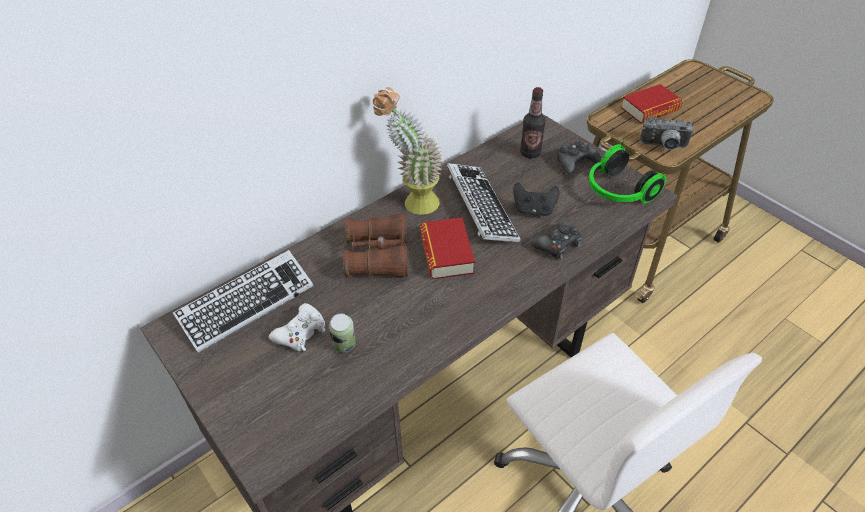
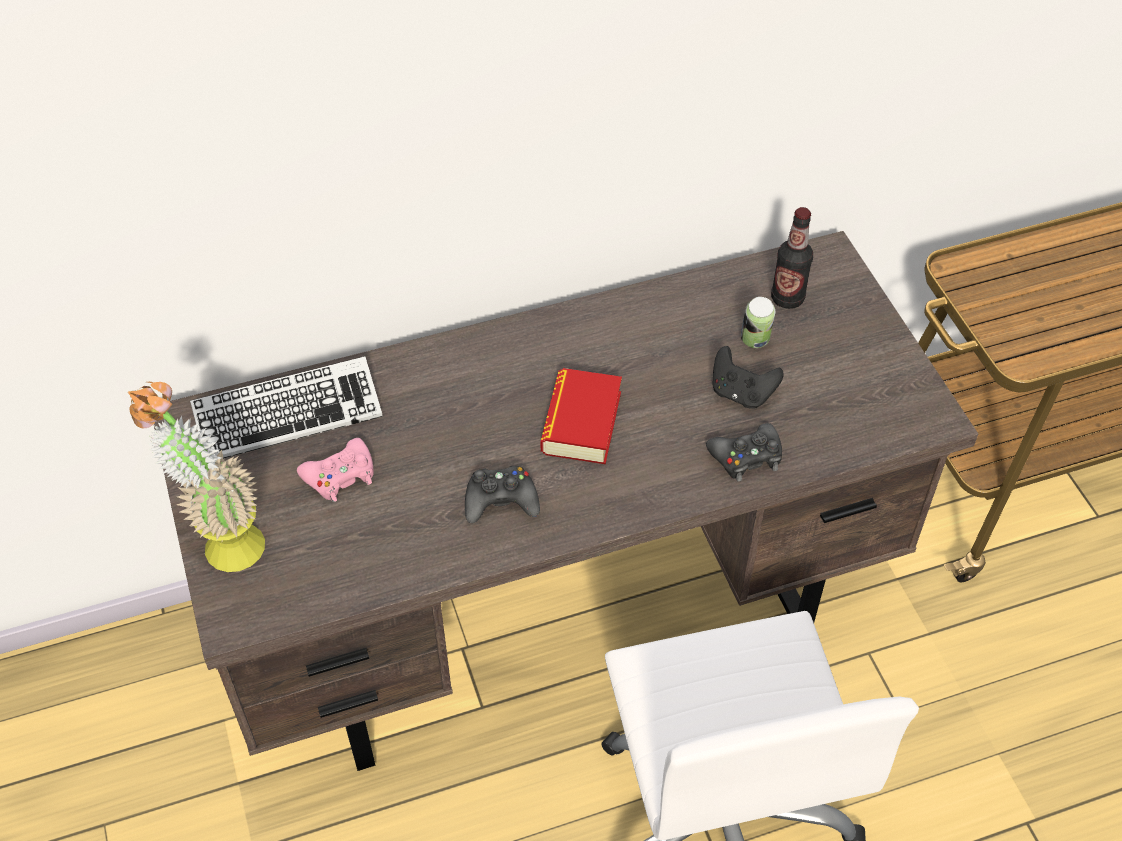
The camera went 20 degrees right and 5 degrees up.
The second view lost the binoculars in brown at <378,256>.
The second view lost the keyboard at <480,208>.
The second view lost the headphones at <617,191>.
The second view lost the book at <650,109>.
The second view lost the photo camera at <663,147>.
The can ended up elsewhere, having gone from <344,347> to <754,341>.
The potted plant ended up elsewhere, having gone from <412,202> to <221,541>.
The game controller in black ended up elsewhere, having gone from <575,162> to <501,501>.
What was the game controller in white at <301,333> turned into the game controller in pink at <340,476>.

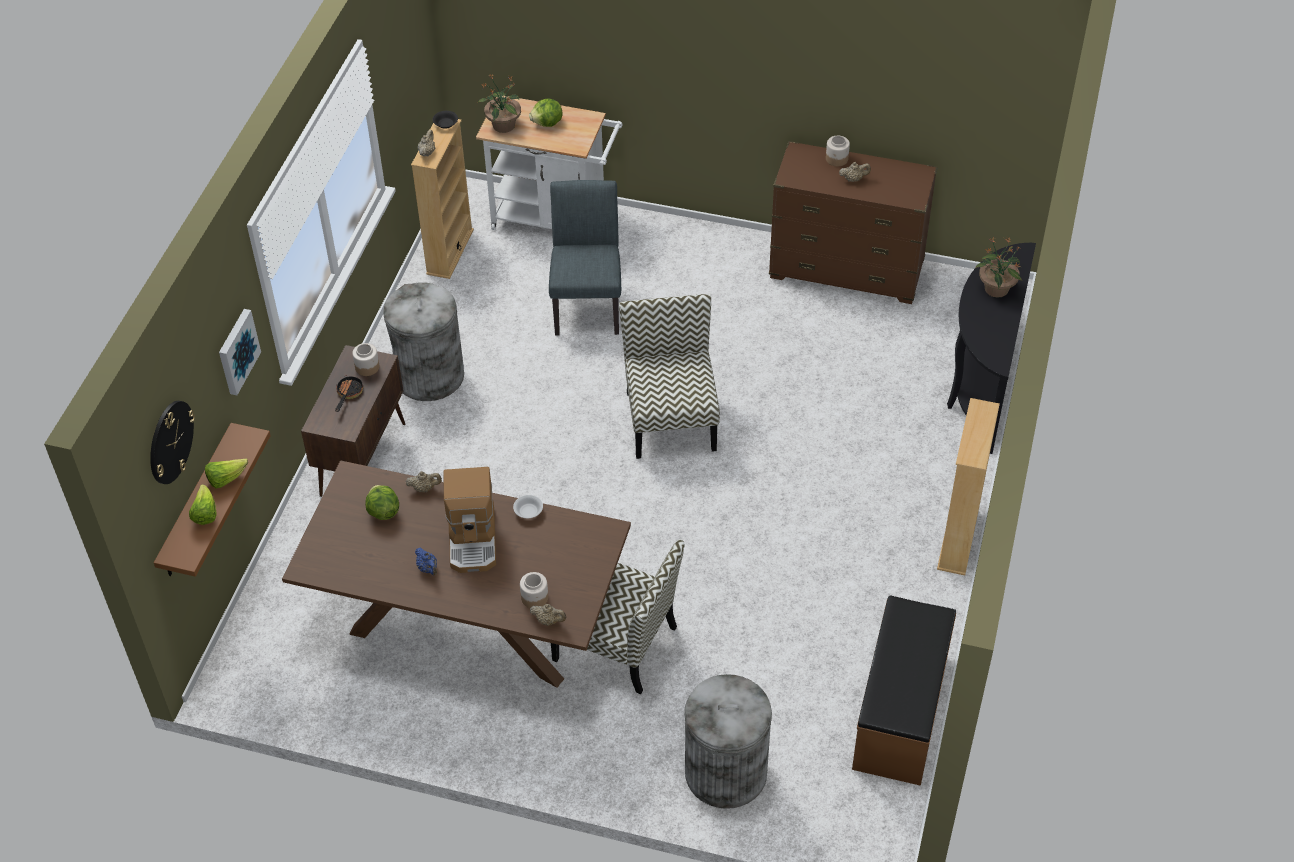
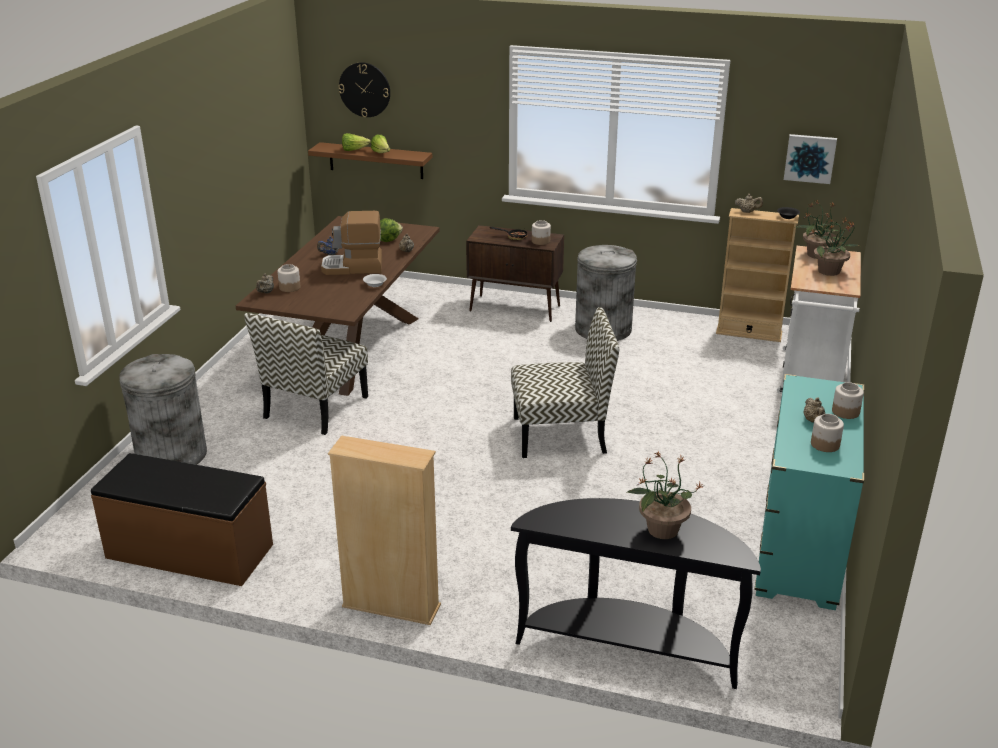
The camera went 90 degrees right and 20 degrees down.
The second view lost the chair in grey at <587,303>.
The second view gained the jar at <824,444>.
The picture ended up elsewhere, having gone from <237,351> to <810,158>.
Where the lettuce stood at <547,123>, the potted plant came to stand at <830,271>.
What was the dresser in brown at <846,270> turned into the dresser in turquoise at <799,550>.

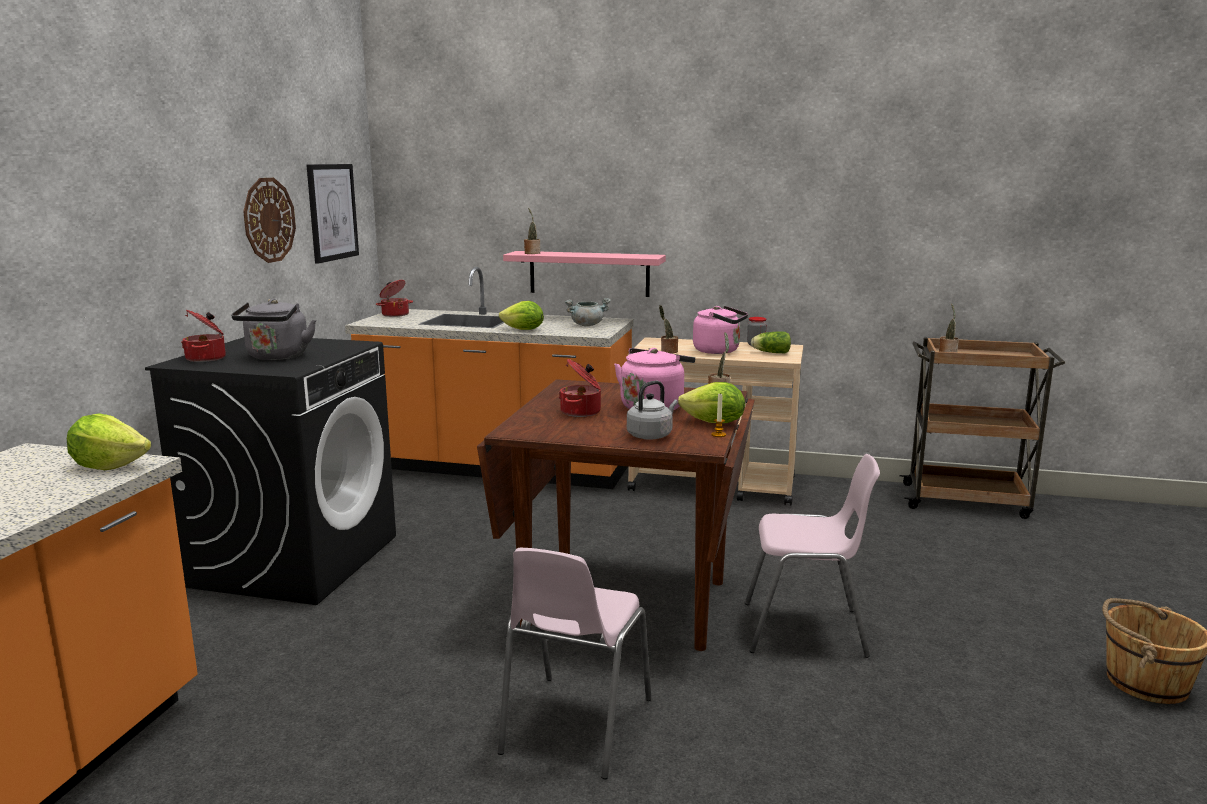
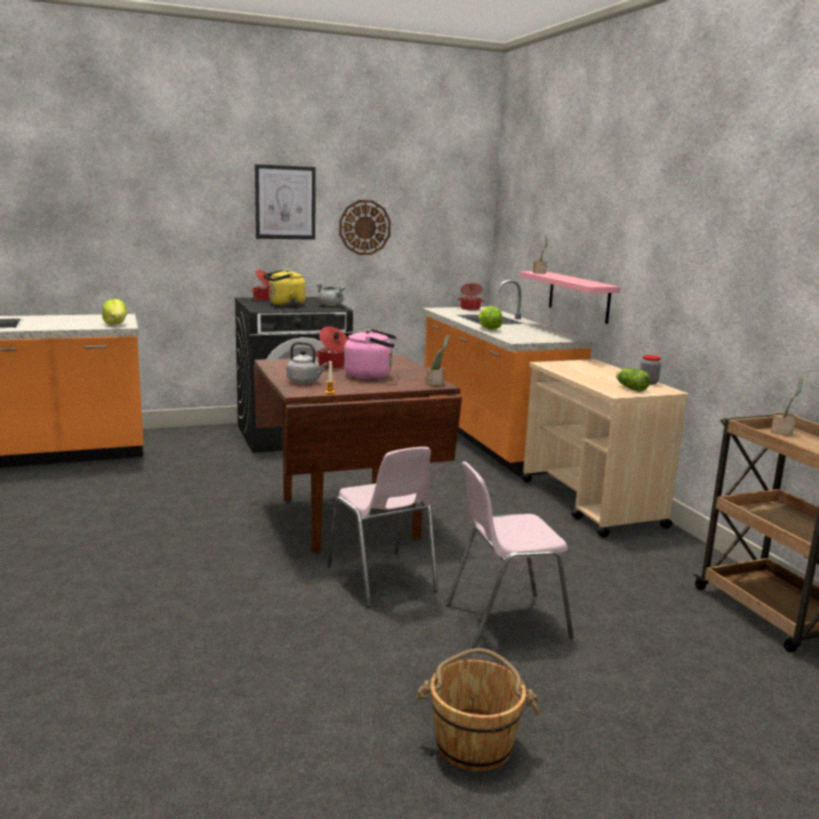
The camera went 55 degrees right and 0 degrees up.
The second view lost the potted plant at <668,351>.
The second view lost the lettuce at <714,423>.
The second view lost the kettle in pink at <719,351>.
The picture ended up elsewhere, having gone from <332,212> to <285,202>.
The chair in pink ended up elsewhere, having gone from <574,726> to <505,620>.
The cooking pot in grey ended up elsewhere, having gone from <587,325> to <331,305>.
What was the kettle in grey at <277,357> turned into the kettle in yellow at <284,304>.

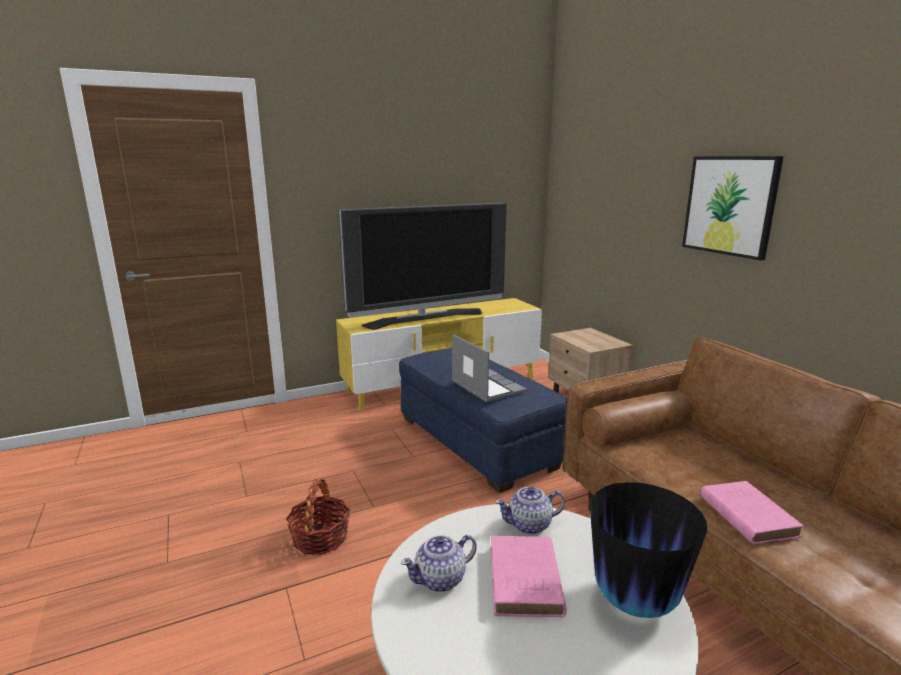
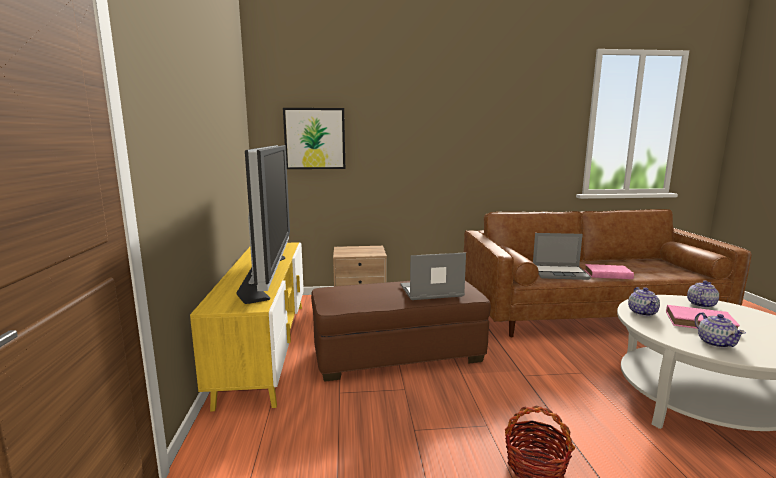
The camera went 70 degrees left and 5 degrees down.
The second view gained the laptop at <560,273>.
The picture ended up elsewhere, having gone from <730,205> to <315,138>.
Where the vase stood at <635,602>, the teapot came to stand at <700,304>.
What was the ottoman in blue at <475,442> turned into the ottoman in brown at <398,355>.

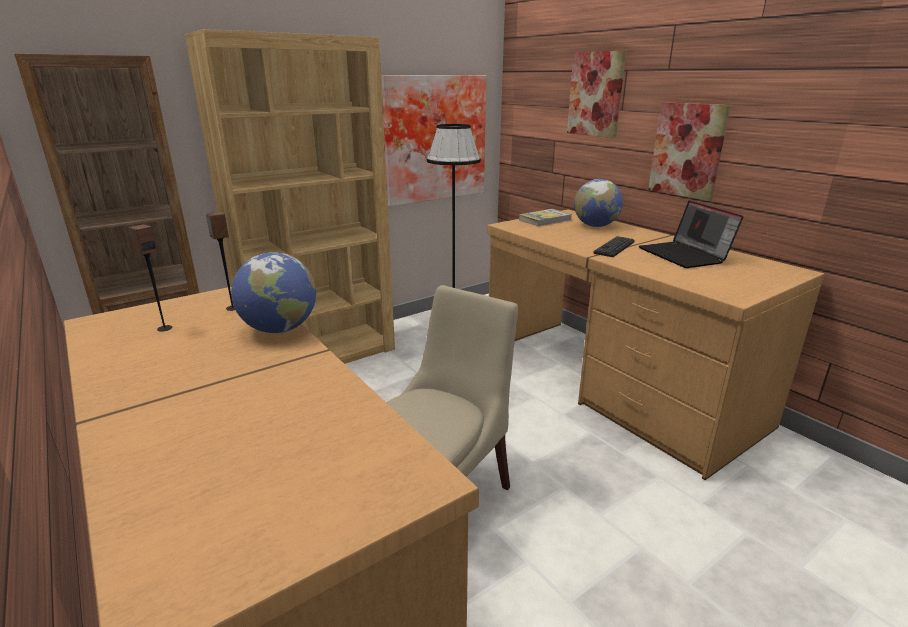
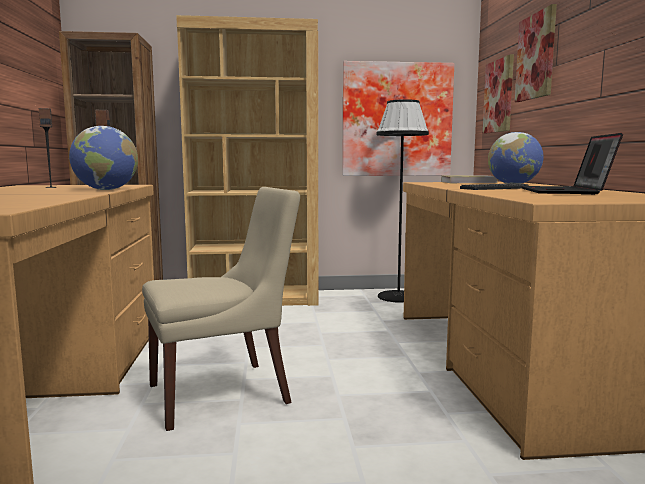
The camera went 30 degrees right and 15 degrees down.
The picture ended up elsewhere, having gone from <687,150> to <499,96>.

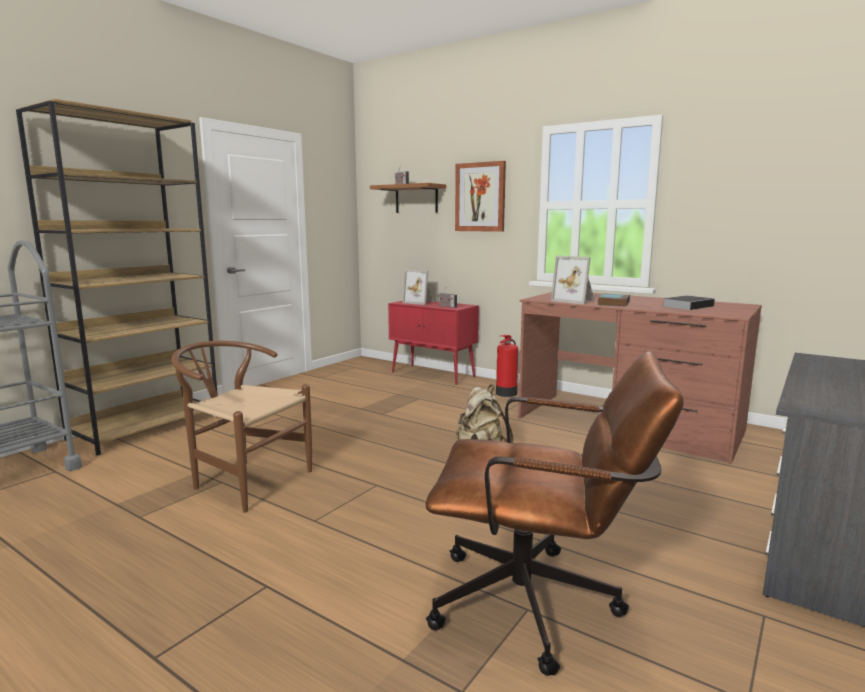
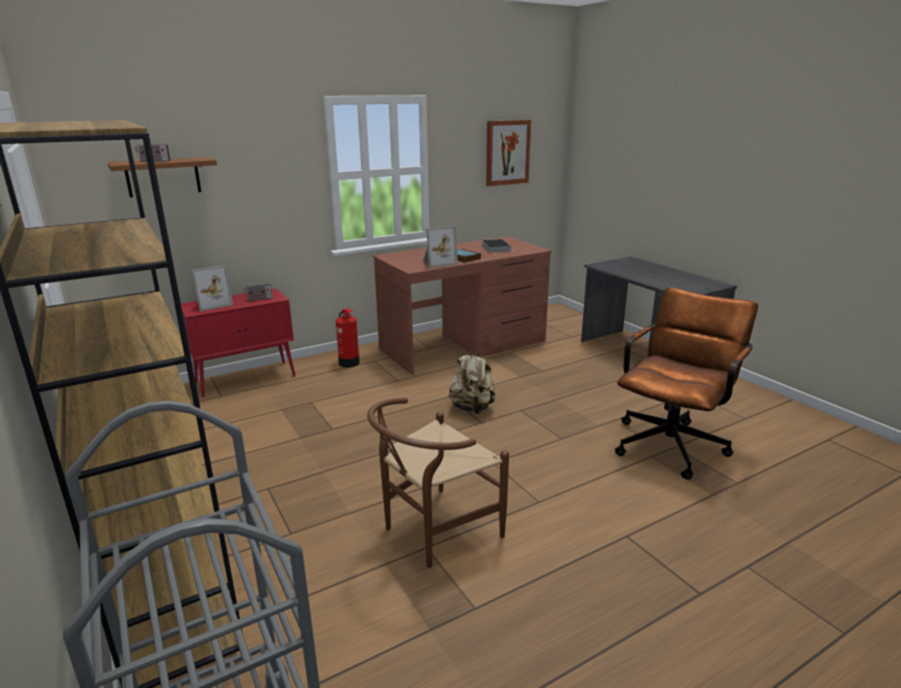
The camera went 65 degrees left and 10 degrees up.
The picture ended up elsewhere, having gone from <480,197> to <507,152>.

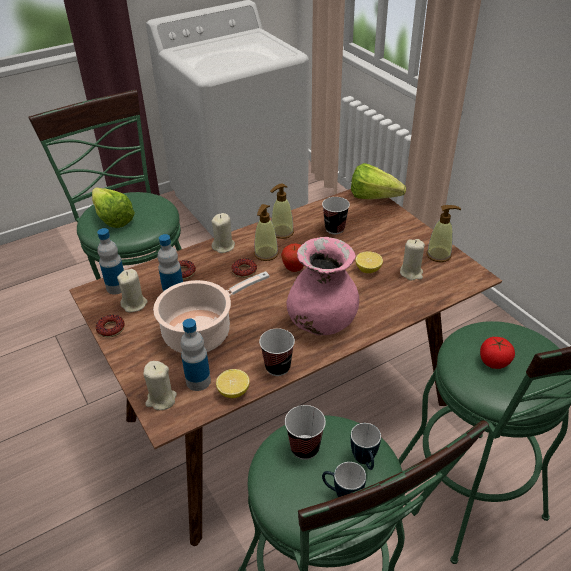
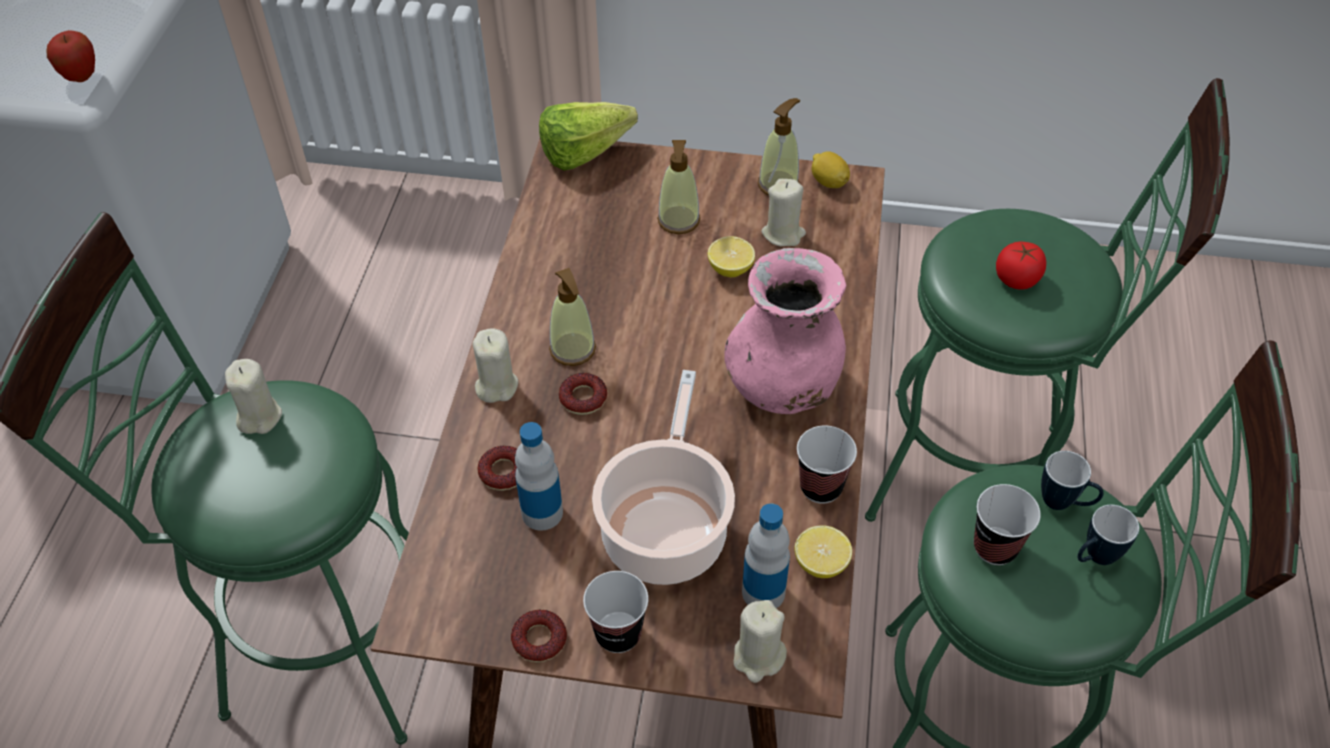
The camera went 50 degrees left and 10 degrees up.
The second view lost the lettuce at <112,217>.
The second view lost the bottle at <117,287>.
The second view gained the lemon at <829,182>.
The candle in beige ended up elsewhere, having gone from <134,304> to <259,416>.
The soap dispenser ended up elsewhere, having gone from <282,232> to <678,220>.
The apple ended up elsewhere, having gone from <294,269> to <81,77>.
The cup ended up elsewhere, having gone from <334,229> to <618,633>.

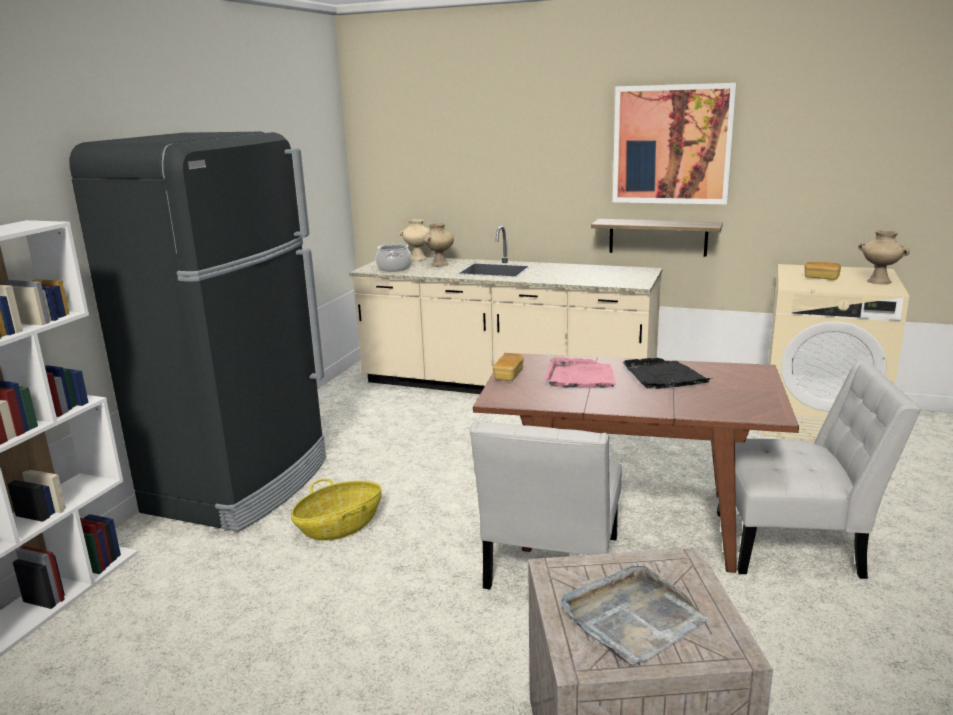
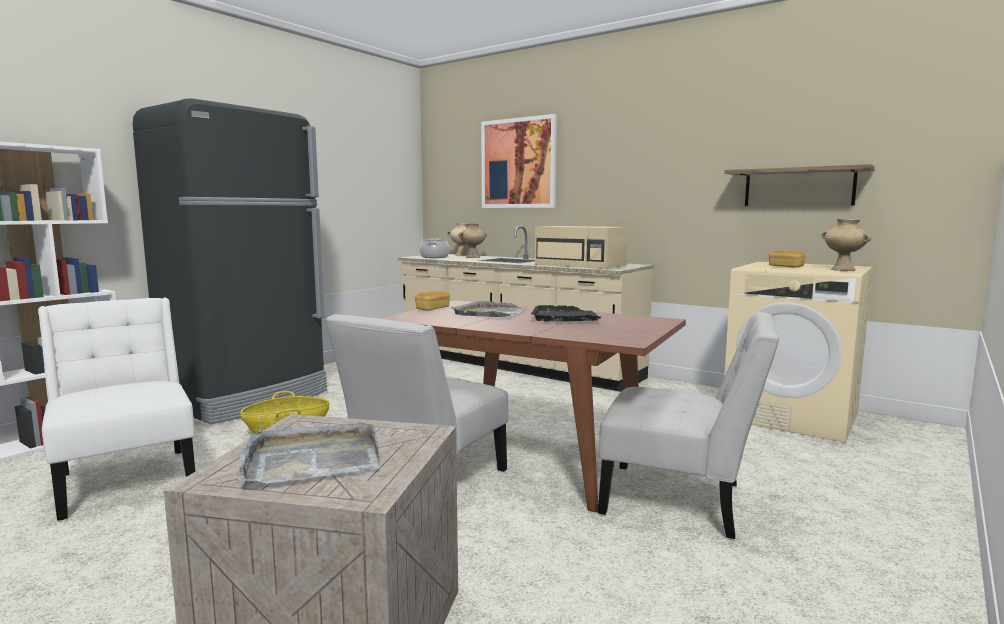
The camera went 15 degrees right and 10 degrees down.
The second view gained the chair in white at <127,478>.
The second view gained the microwave in beige at <581,265>.
The shelf ended up elsewhere, having gone from <657,237> to <798,187>.
The picture ended up elsewhere, having gone from <671,145> to <518,163>.
What was the tray in pink at <580,377> turned into the tray in grey at <490,313>.

